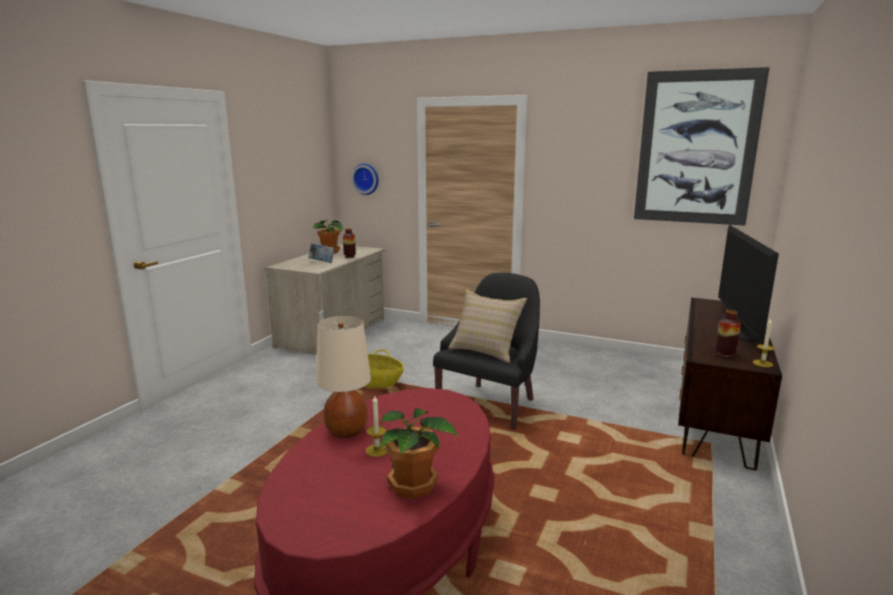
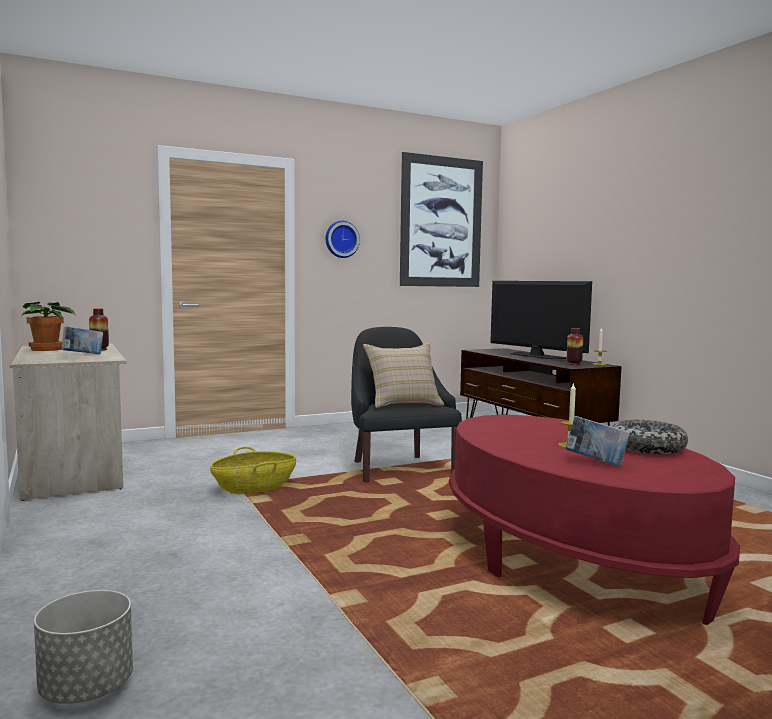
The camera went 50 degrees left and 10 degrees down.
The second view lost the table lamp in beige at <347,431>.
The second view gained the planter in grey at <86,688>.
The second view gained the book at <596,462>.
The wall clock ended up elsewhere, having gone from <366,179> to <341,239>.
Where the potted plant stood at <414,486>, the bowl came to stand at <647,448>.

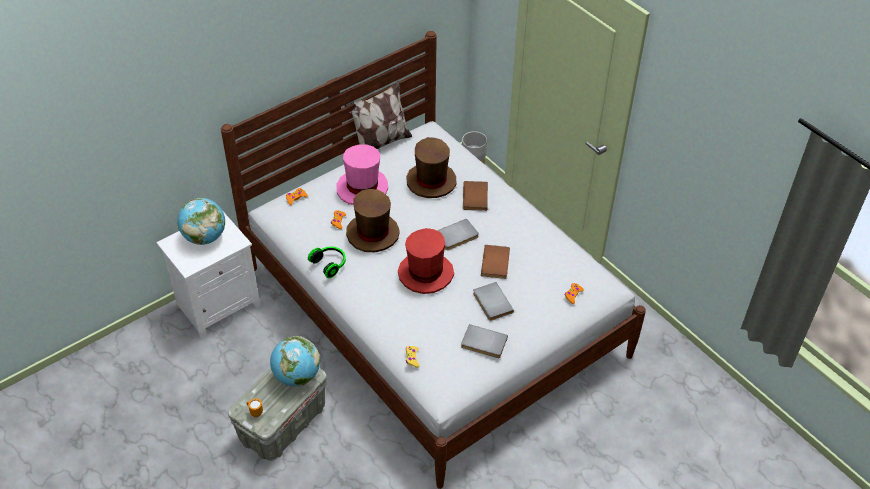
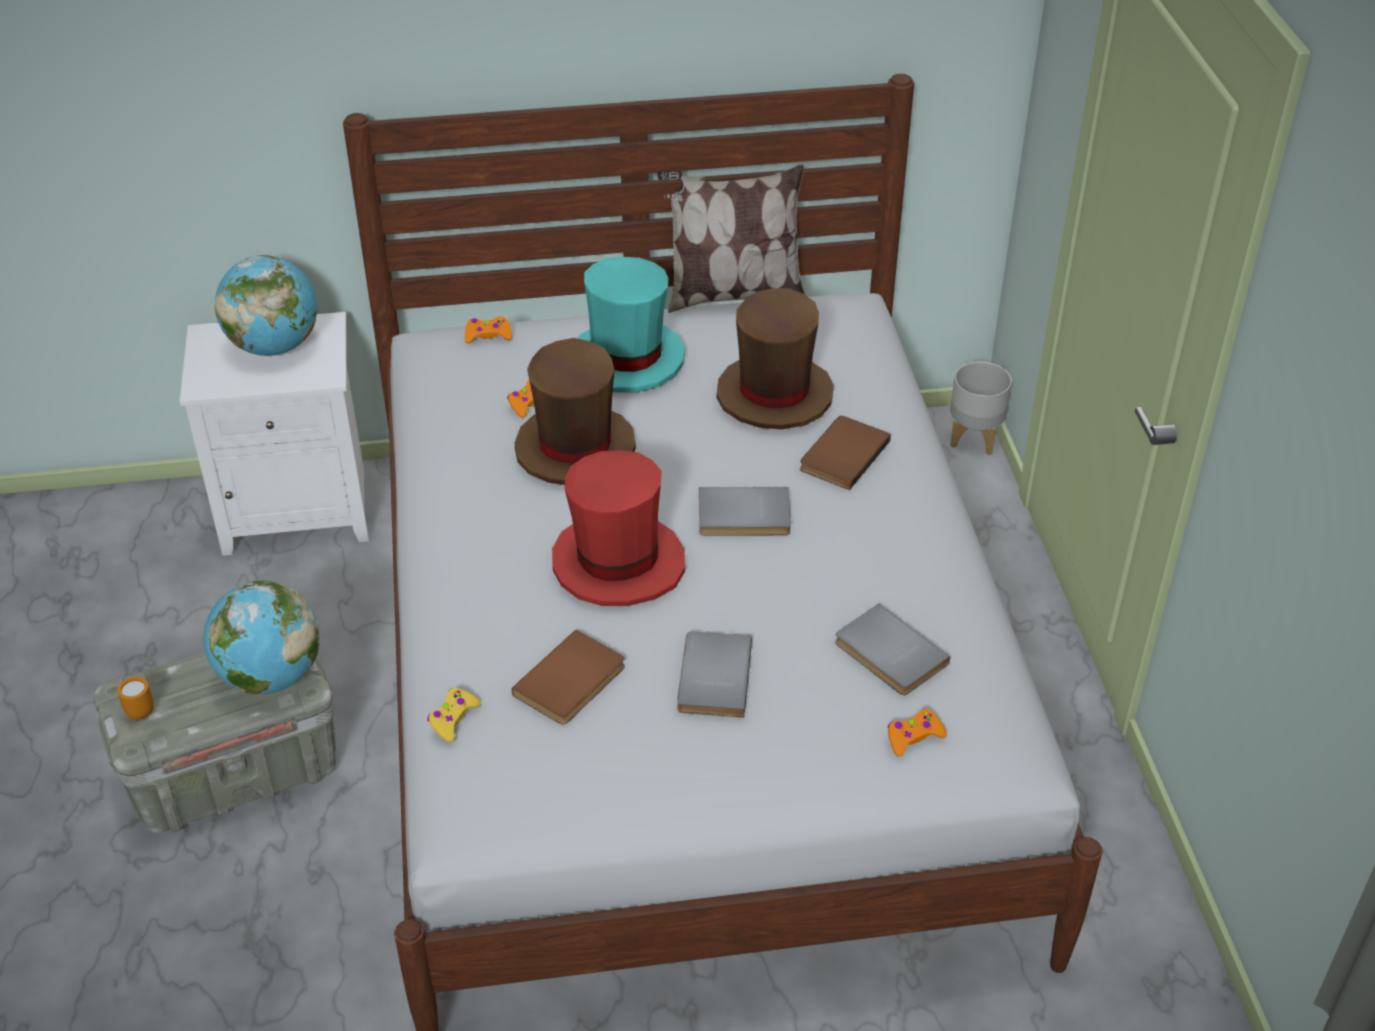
The camera went 30 degrees right and 5 degrees down.
The second view lost the headphones at <330,264>.
The book in grey ended up elsewhere, having gone from <483,343> to <888,655>.
The book in brown ended up elsewhere, having gone from <496,263> to <572,682>.
What was the hat in pink at <362,188> turned into the hat in turquoise at <626,360>.

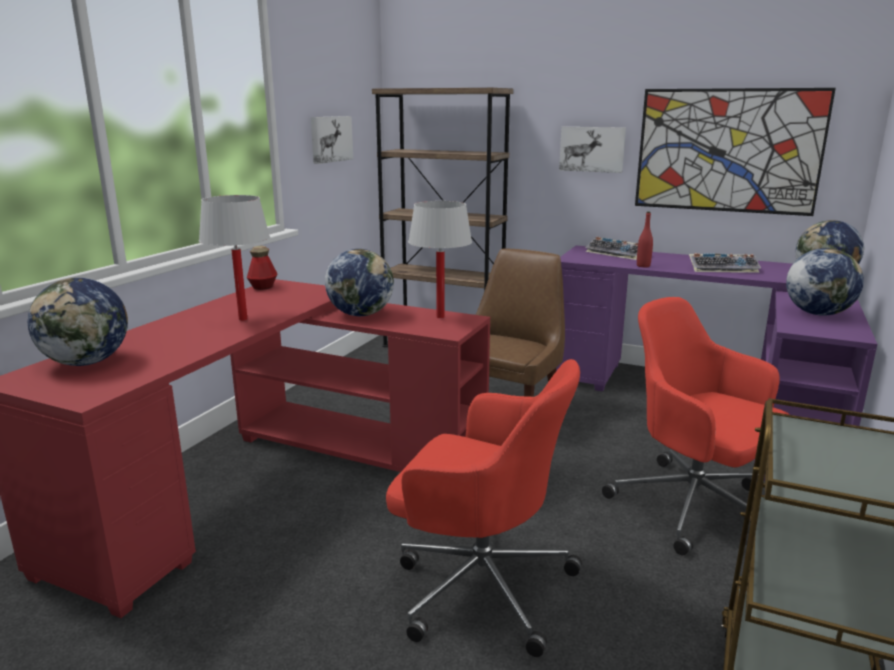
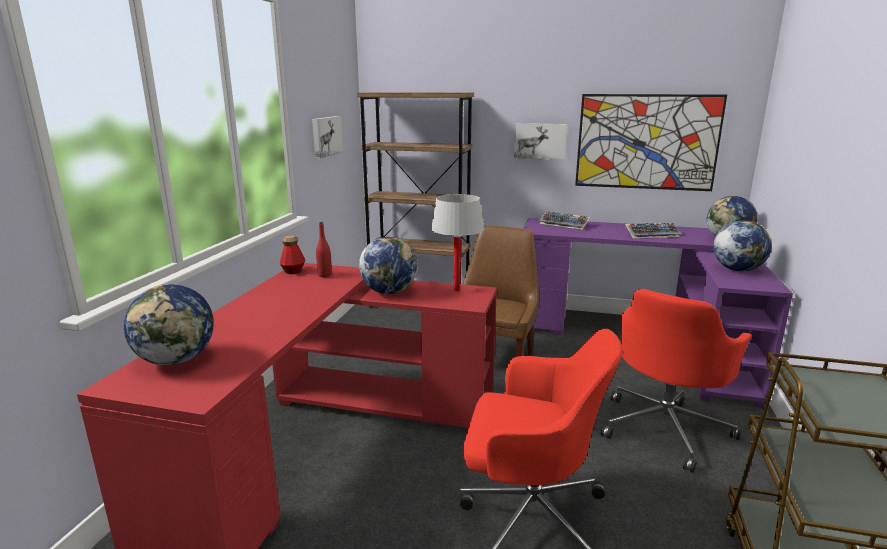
The camera went 10 degrees left and 0 degrees up.
The second view lost the table lamp in white at <243,319>.
The bottle in red ended up elsewhere, having gone from <643,266> to <325,275>.
The office chair in red at <693,506> ended up facing another way, 90 degrees counterclockwise from before.

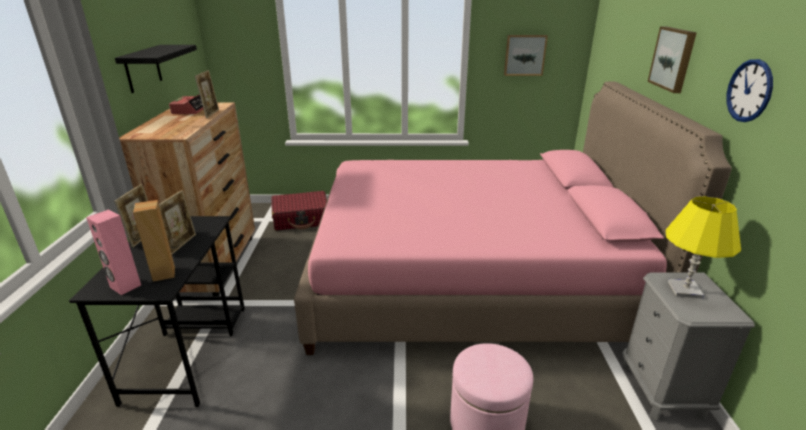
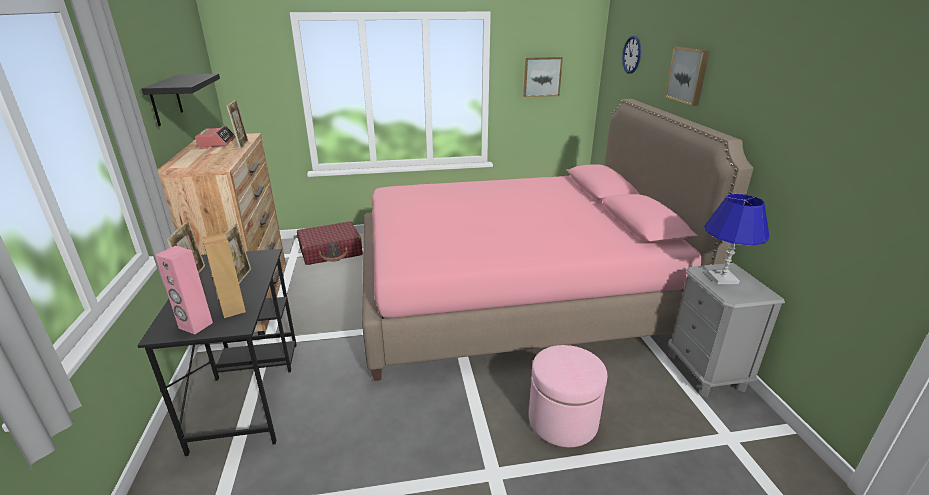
The camera went 10 degrees left and 0 degrees up.
The wall clock ended up elsewhere, having gone from <749,91> to <632,54>.
What was the table lamp in yellow at <685,290> turned into the table lamp in blue at <723,278>.

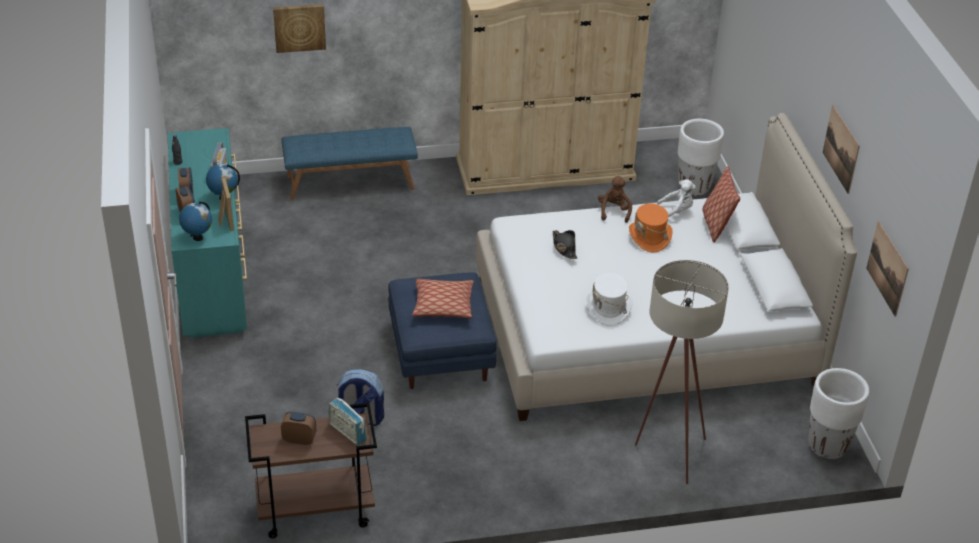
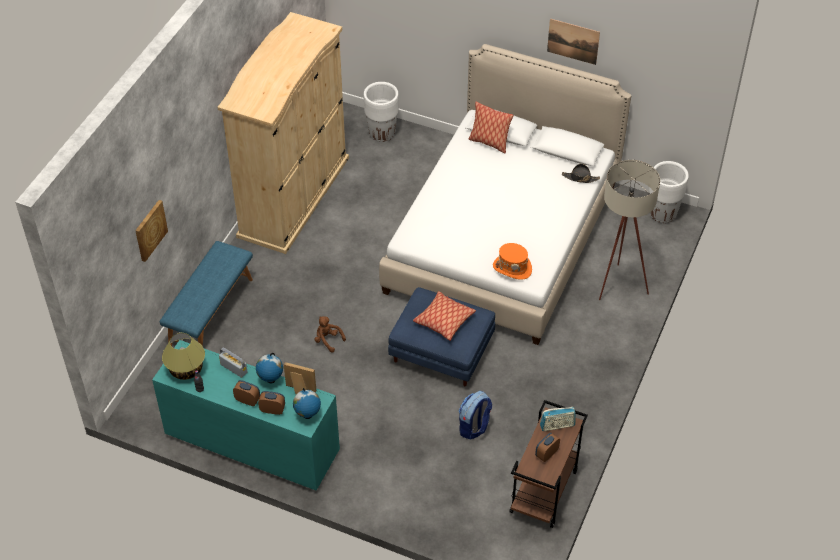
The camera went 55 degrees left and 10 degrees up.
The second view lost the hat in white at <608,308>.
The second view lost the plush toy in white at <676,211>.
The second view lost the picture at <887,268>.
The second view gained the table lamp at <186,369>.
The hat in black ended up elsewhere, having gone from <564,247> to <580,178>.
The plush toy in brown ended up elsewhere, having gone from <614,211> to <328,340>.
The hat in orange ended up elsewhere, having gone from <649,237> to <512,268>.

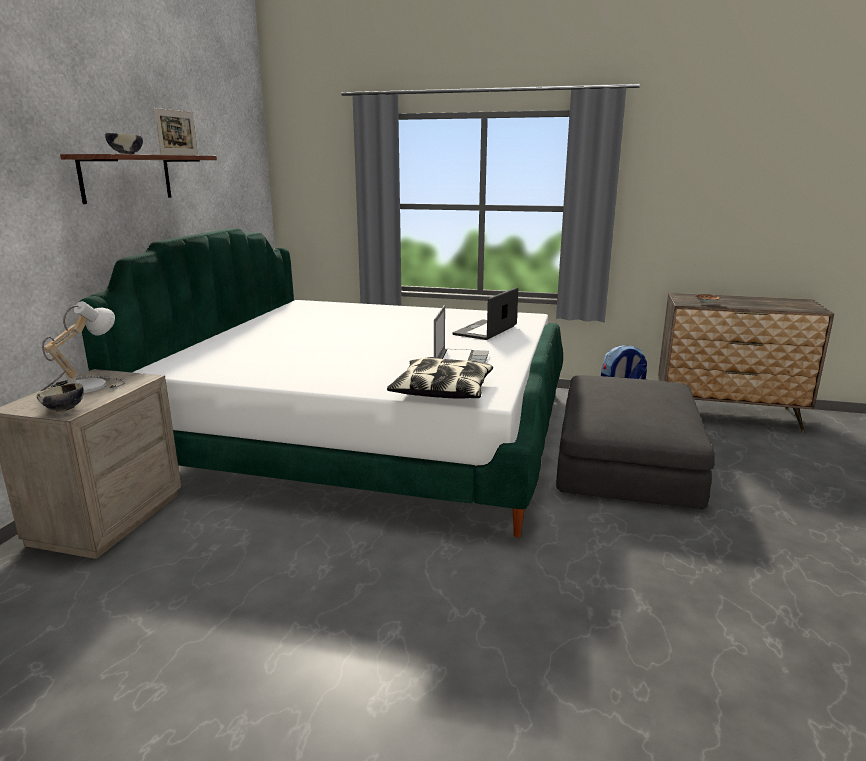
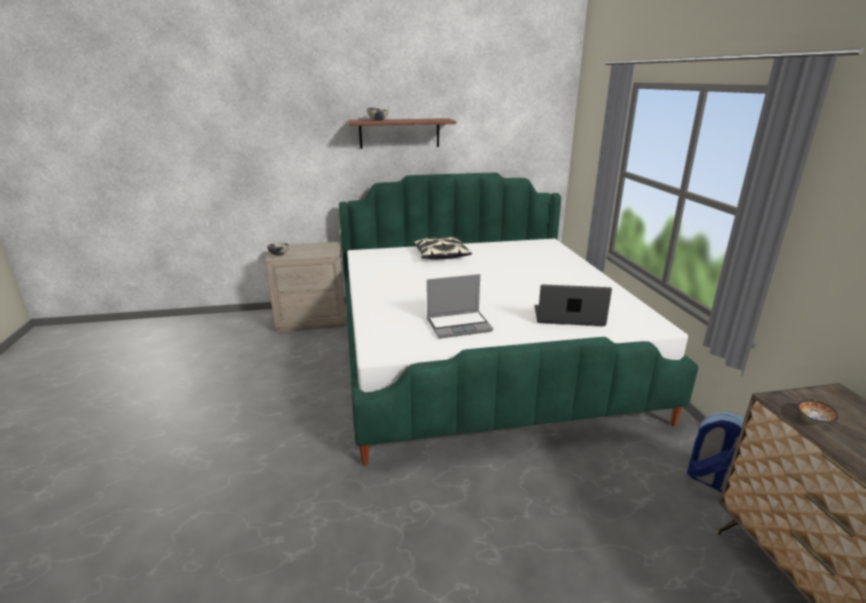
The camera went 65 degrees right and 5 degrees up.
The second view lost the table lamp at <84,386>.
The second view lost the picture frame at <179,154>.
The second view lost the ottoman in grey at <625,458>.
The pillow ended up elsewhere, having gone from <442,391> to <440,255>.

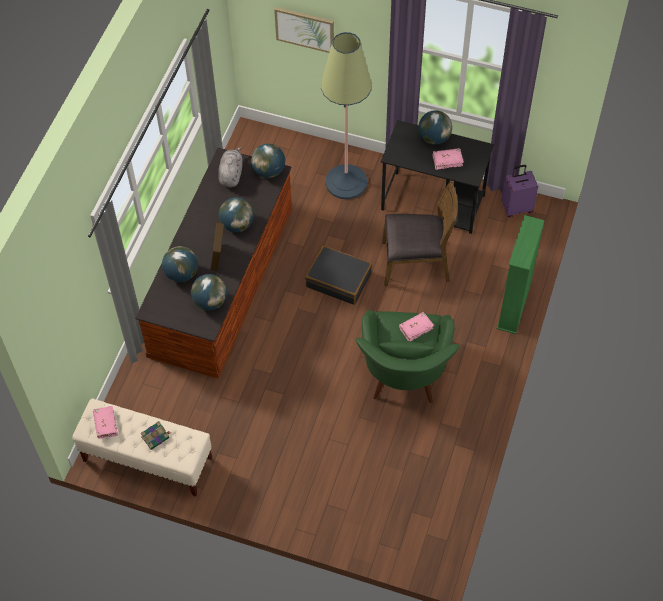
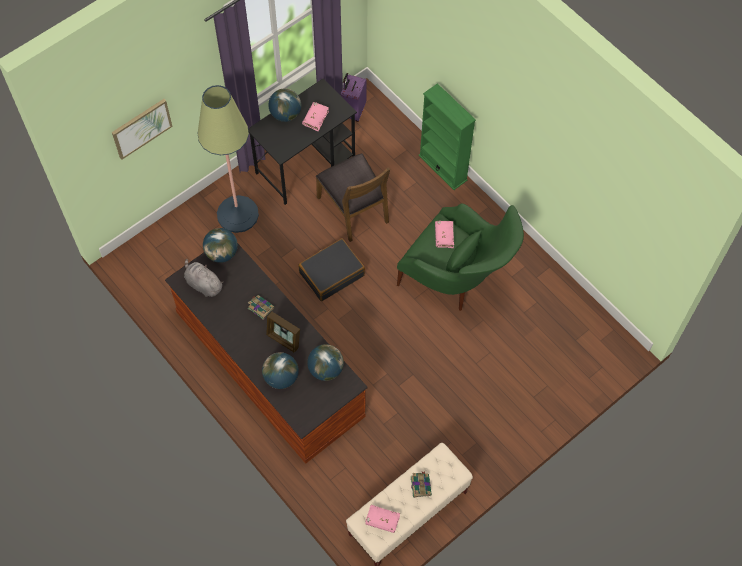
The camera went 60 degrees left and 5 degrees up.
Where the globe stood at <237,224>, the book came to stand at <260,307>.
The chair in brown at <416,262> ended up facing another way, 120 degrees clockwise from before.

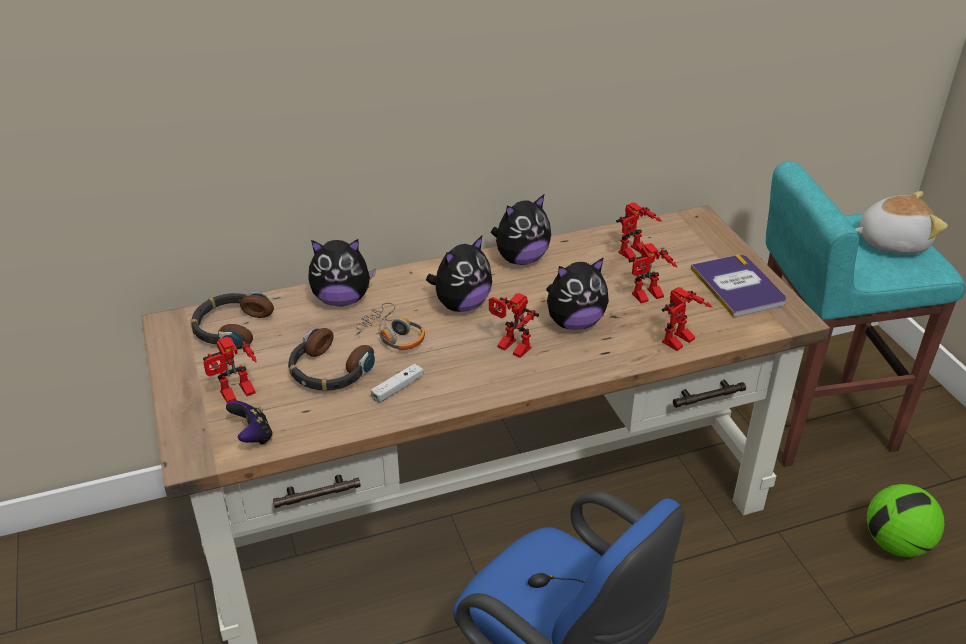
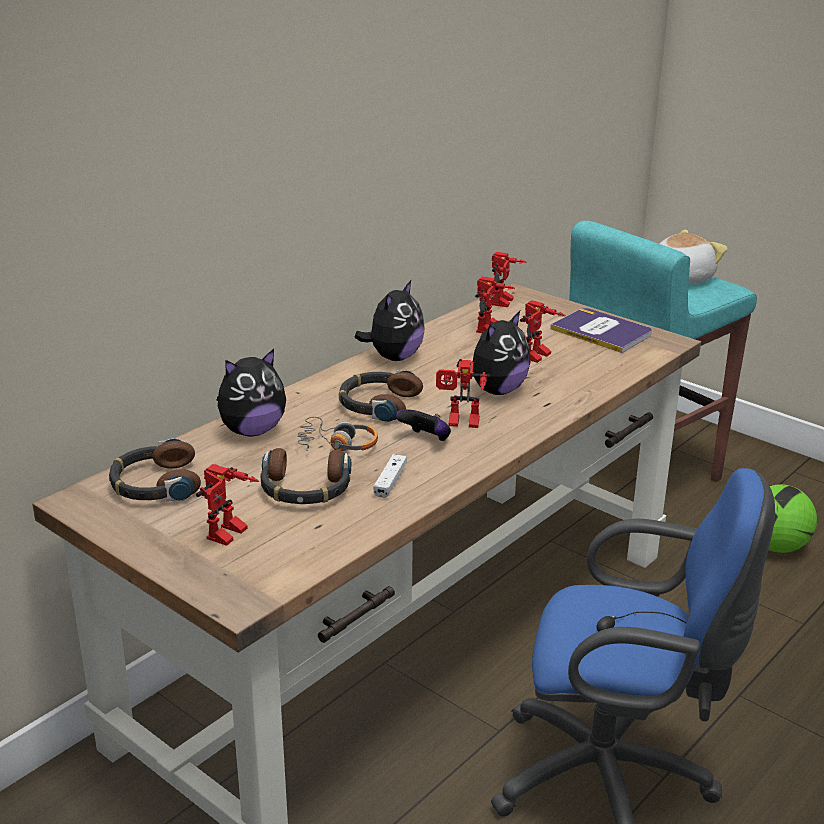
The camera went 30 degrees left and 10 degrees down.
The game controller ended up elsewhere, having gone from <253,436> to <426,440>.
The toy robot ended up elsewhere, having gone from <680,343> to <505,303>.
Where the plush toy stood at <461,305>, the headphones came to stand at <377,404>.

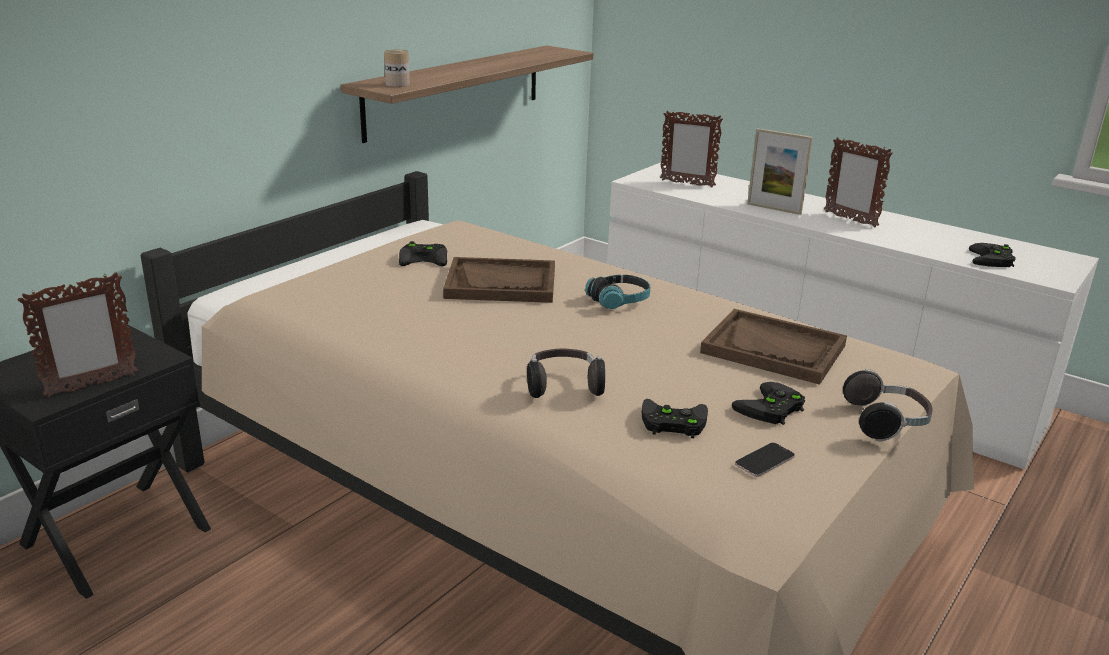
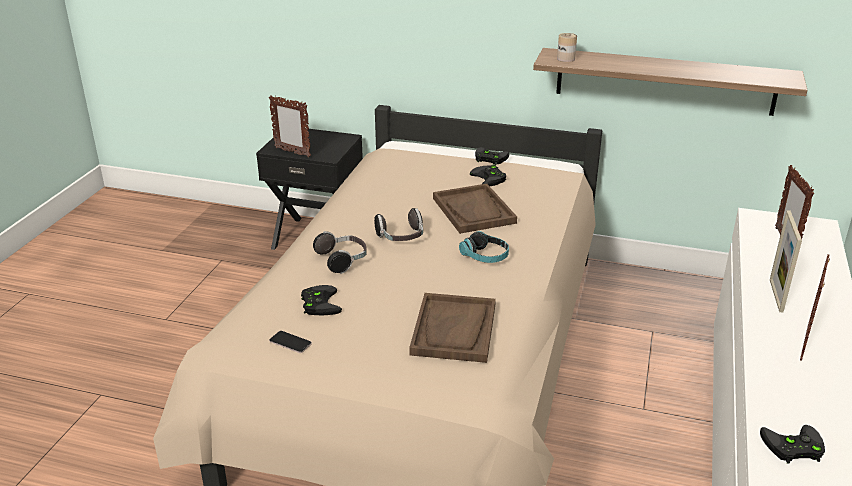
The camera went 70 degrees right and 5 degrees up.
The game controller in black ended up elsewhere, having gone from <770,409> to <489,158>.
The headphones ended up elsewhere, having gone from <886,423> to <401,238>.

